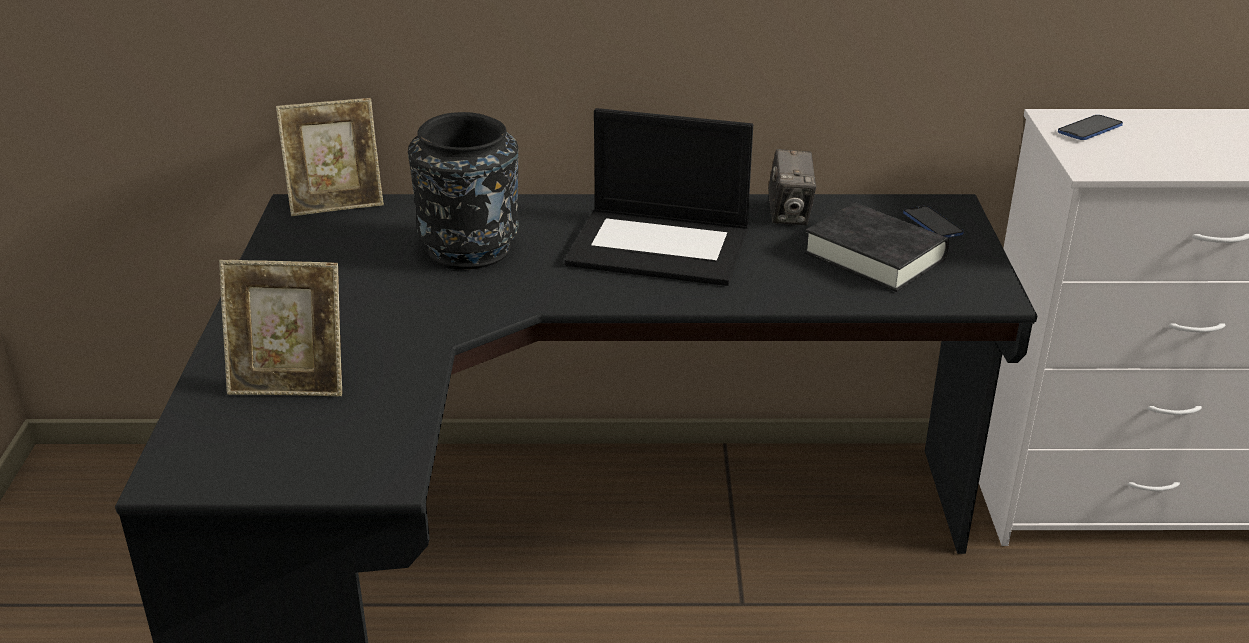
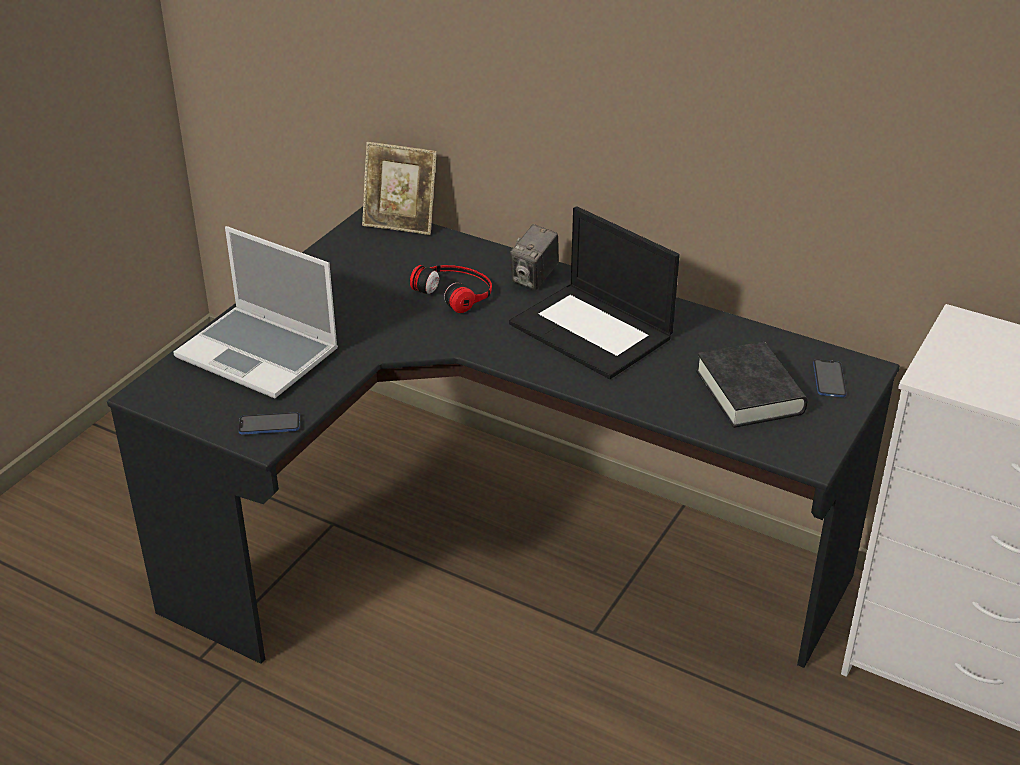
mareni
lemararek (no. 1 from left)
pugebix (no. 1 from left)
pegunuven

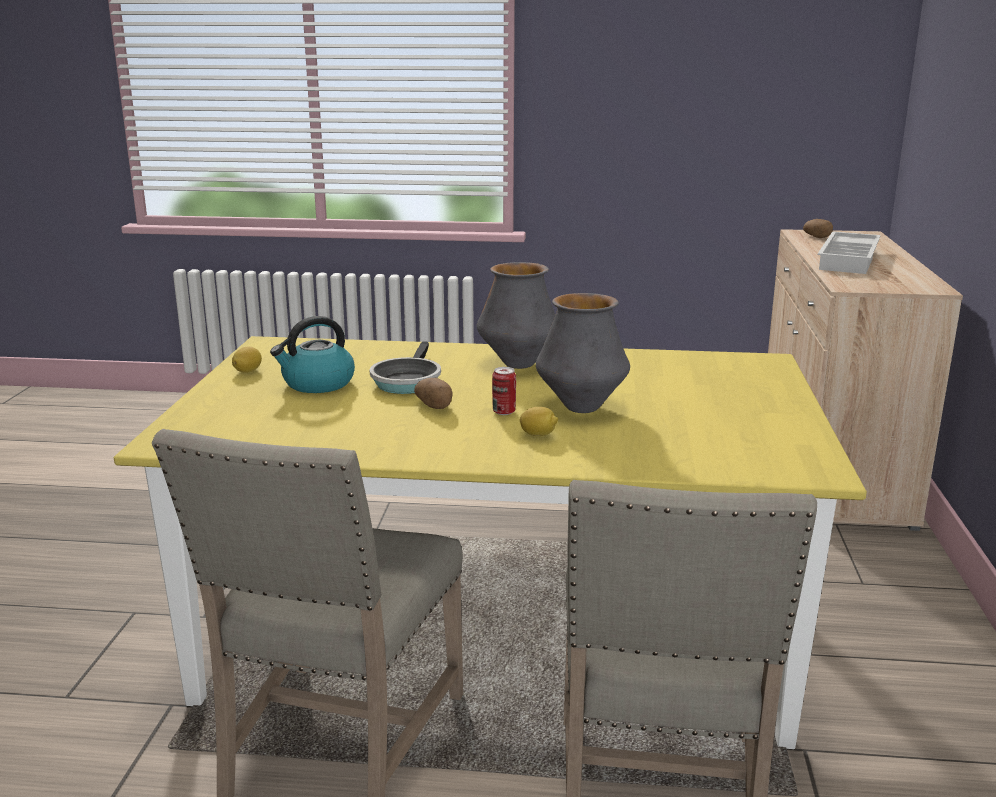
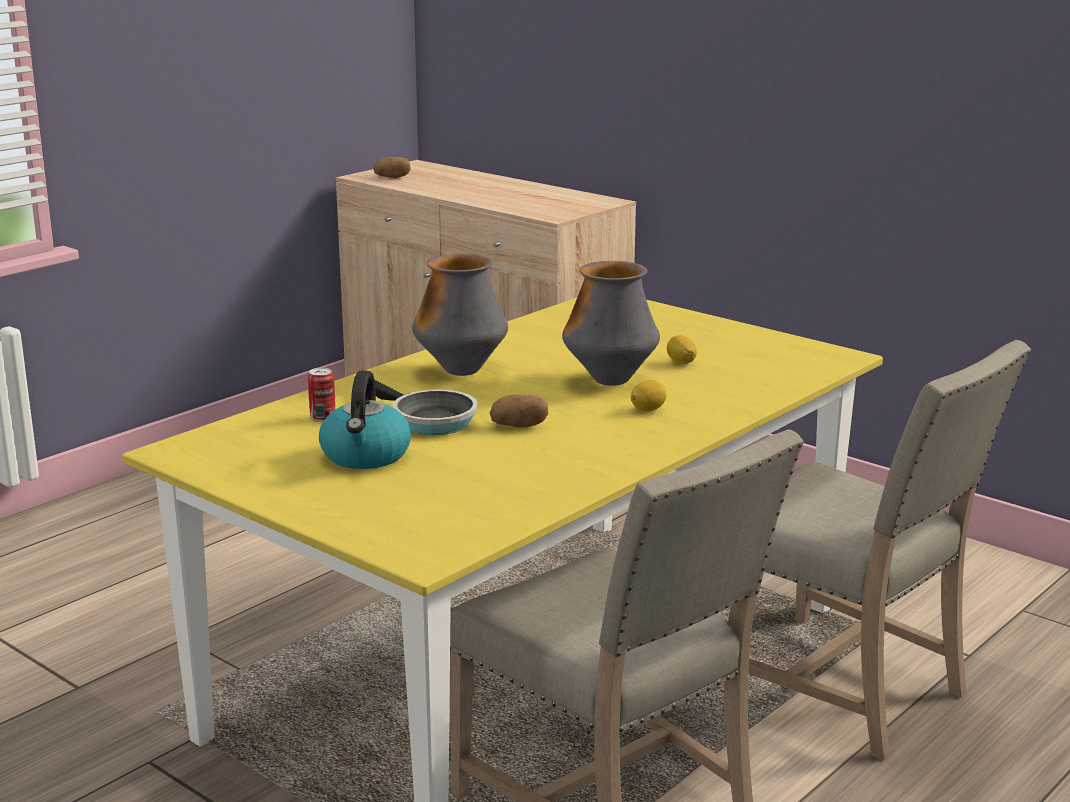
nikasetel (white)
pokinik (no. 2 from left)
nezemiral

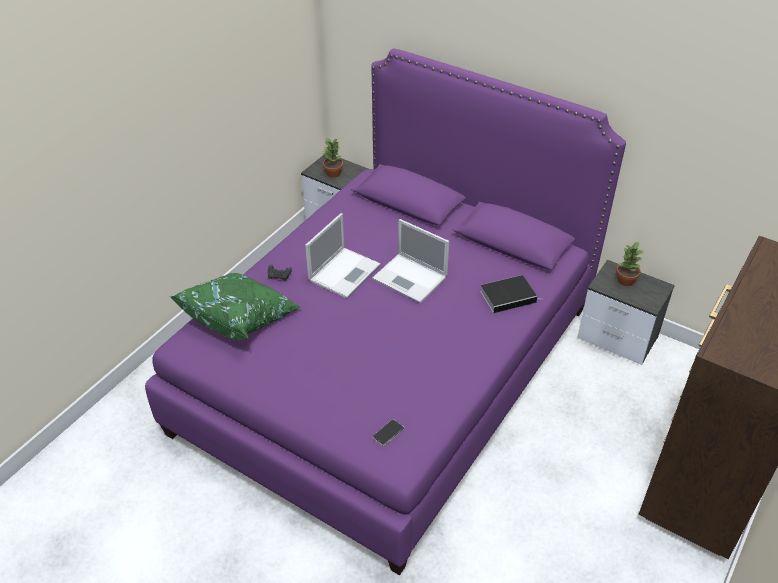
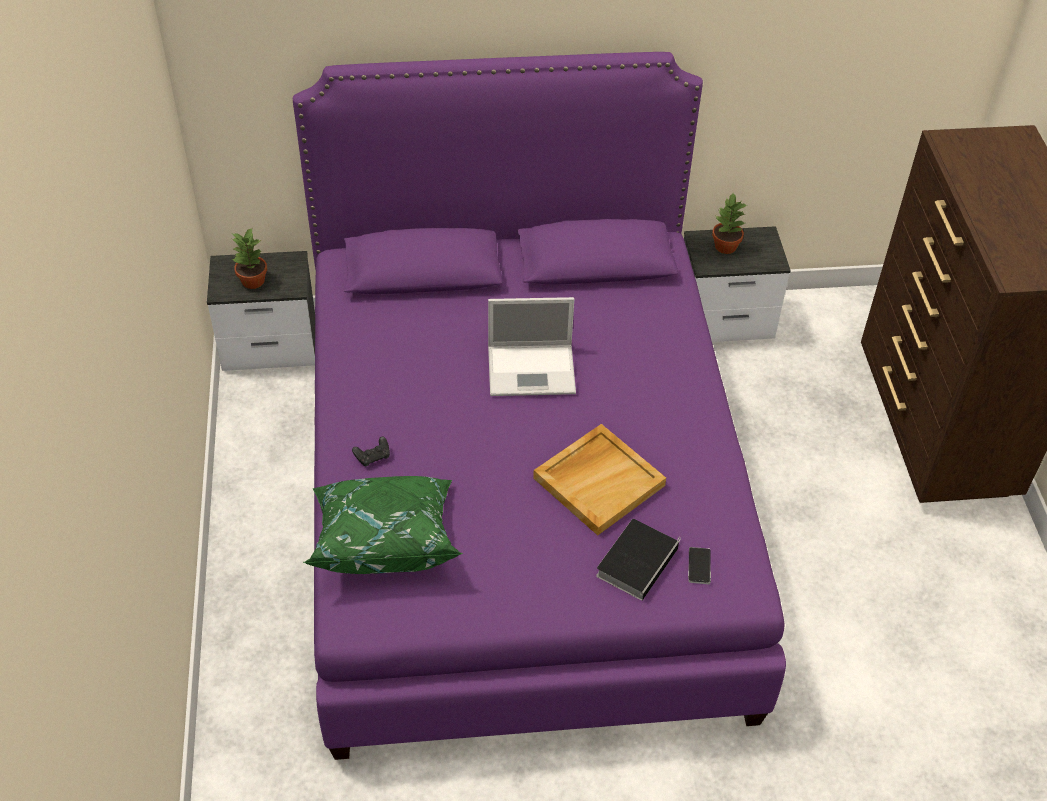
pugebix (no. 1 from left in the first image)
nikasetel (beige)
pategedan

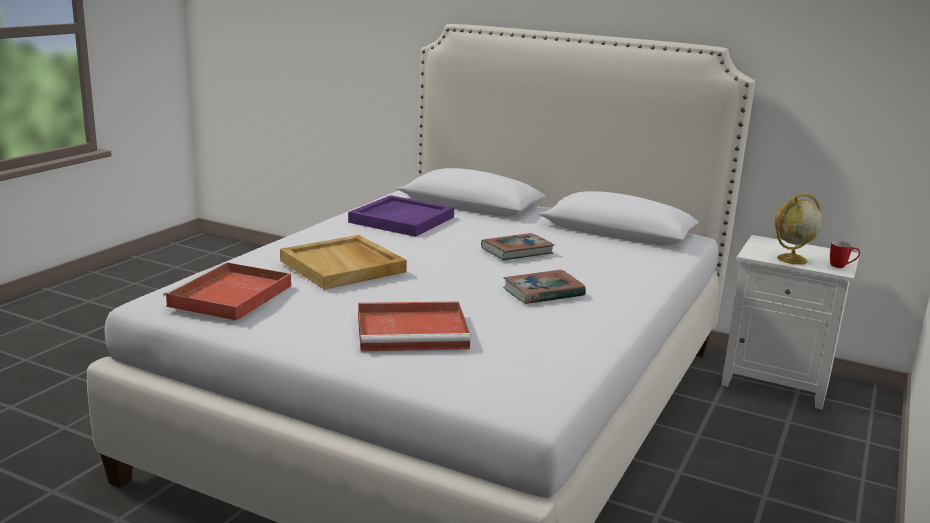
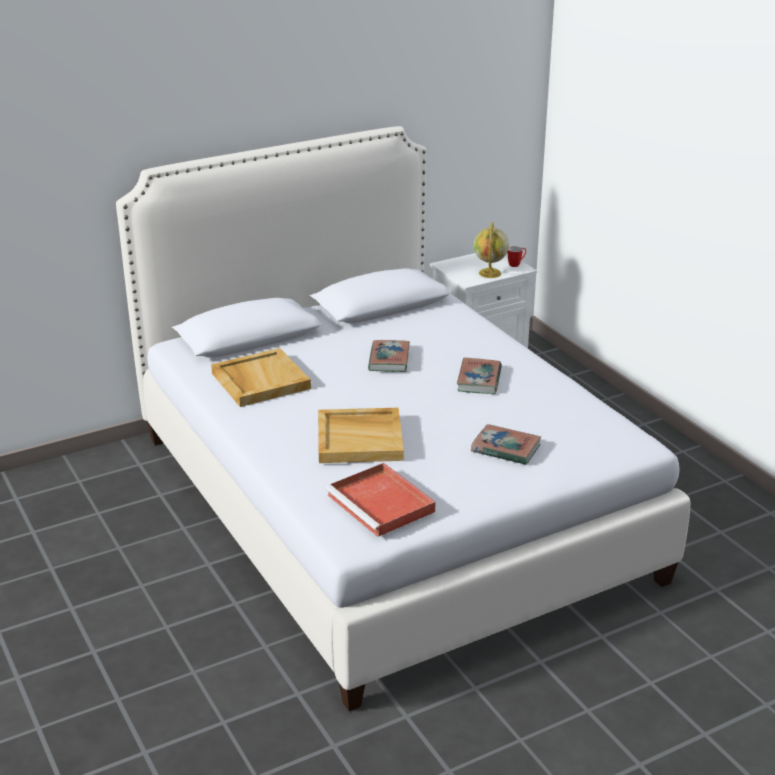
pategedan (no. 3 from left)
nikasetel (beige) (no. 1 from left)

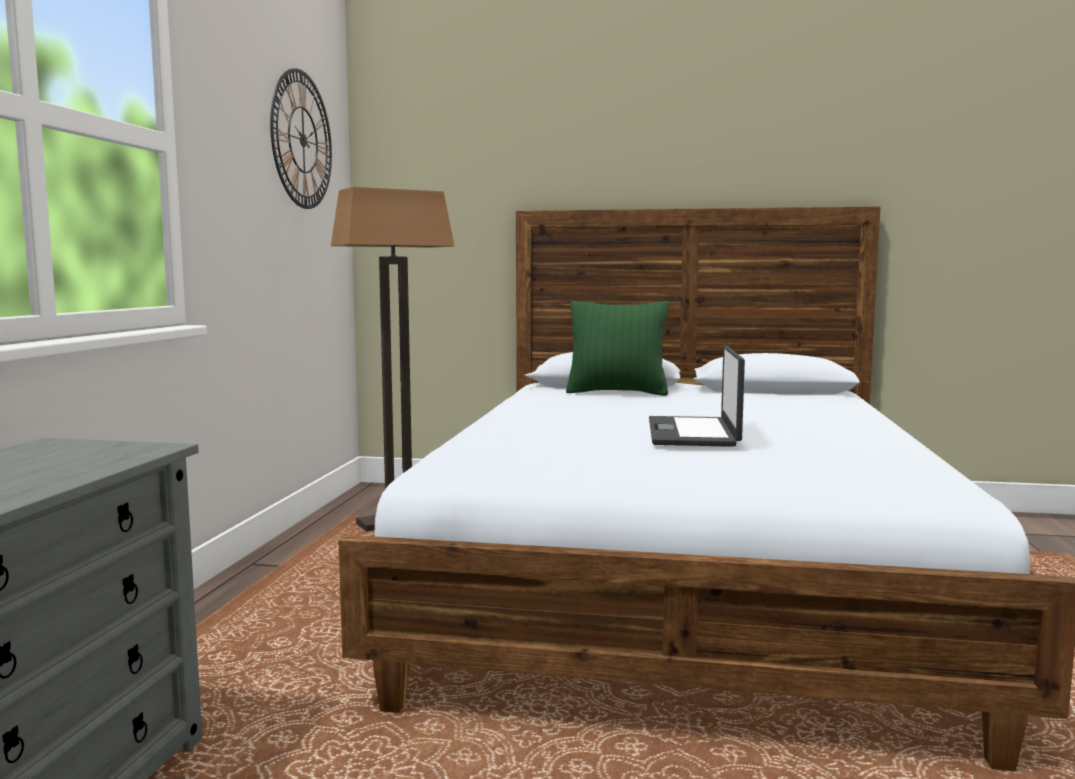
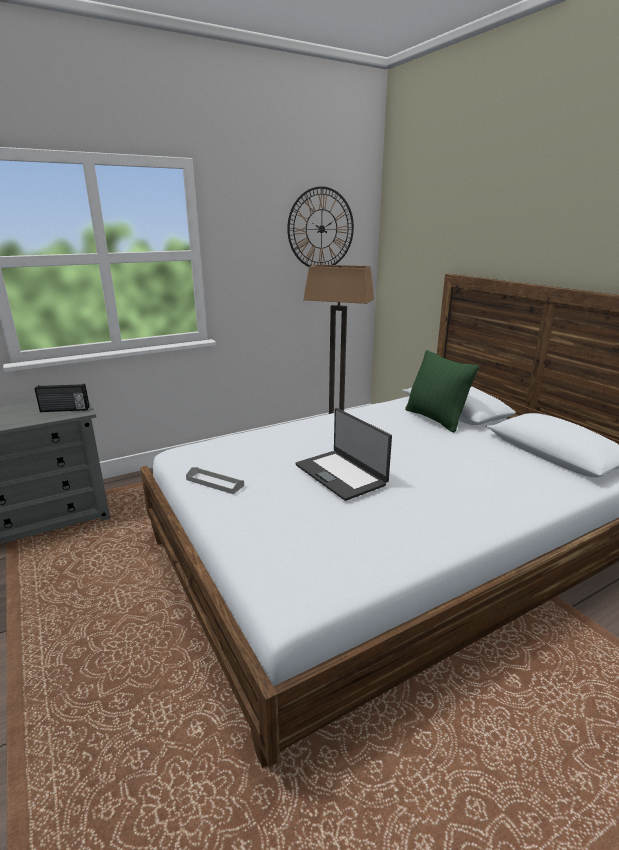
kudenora
nikasetel (grey)
pugebix

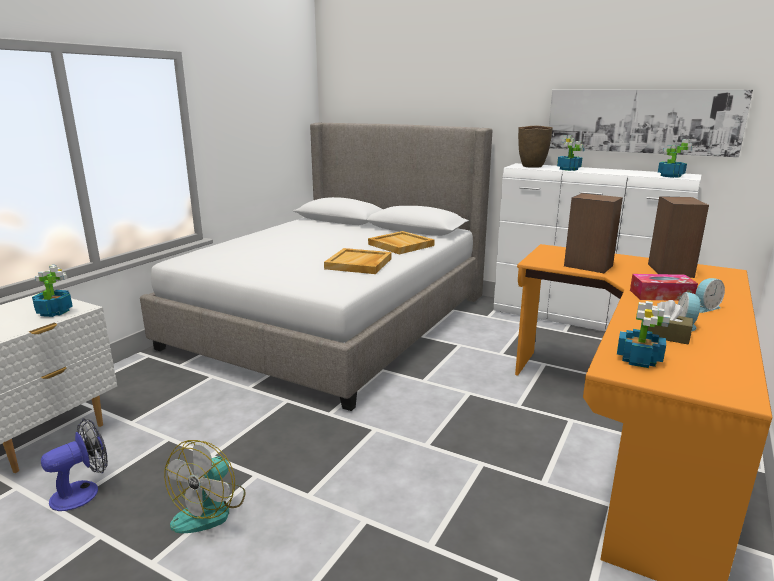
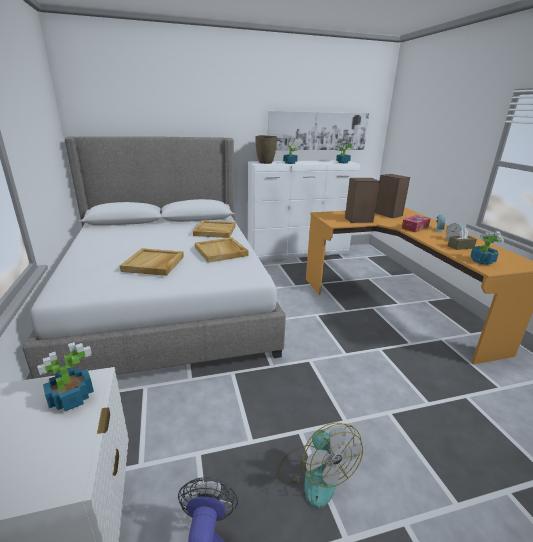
nikasetel (beige) (no. 1 from left)

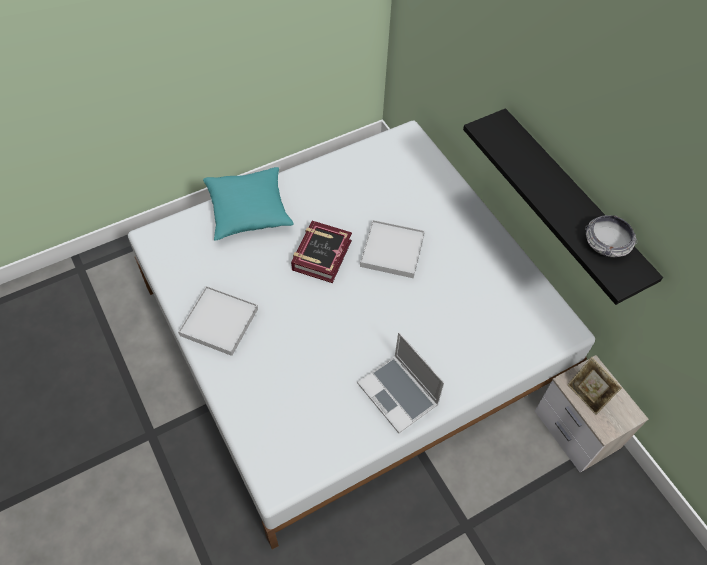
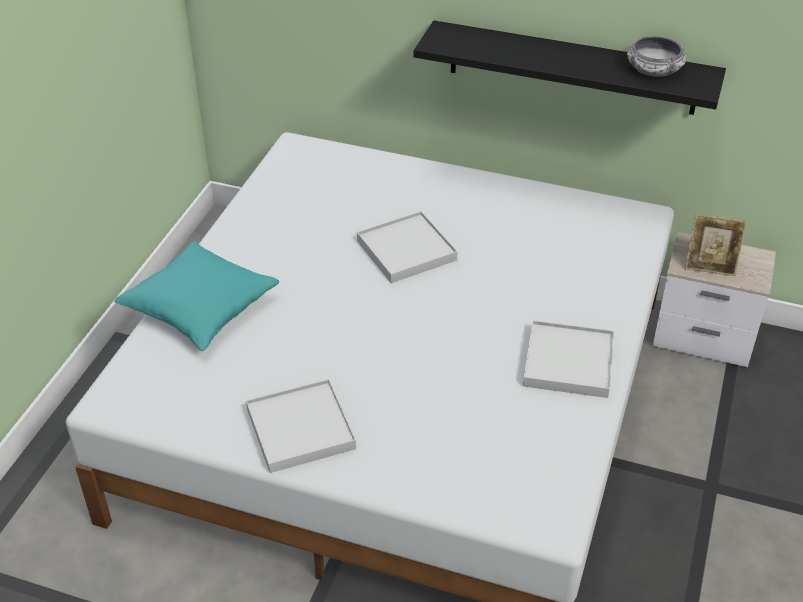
pategedan
nikasetel (white) (no. 3 from left)

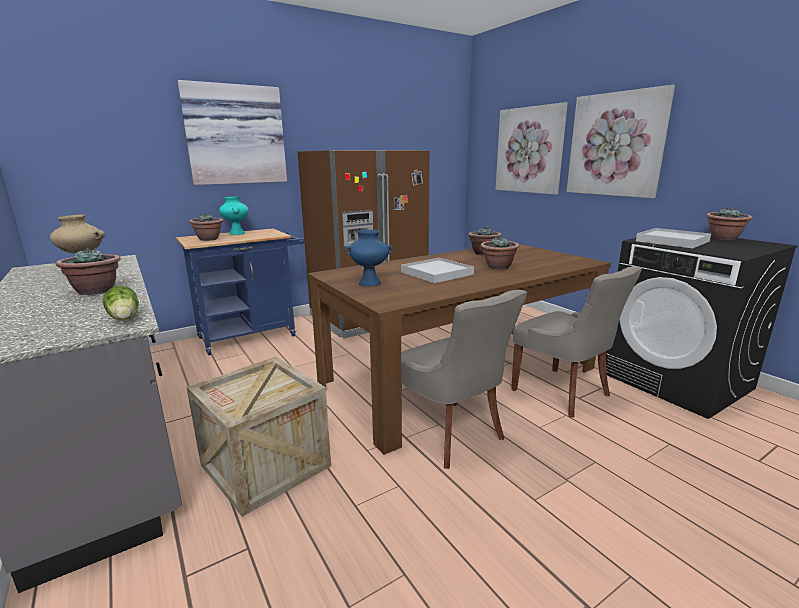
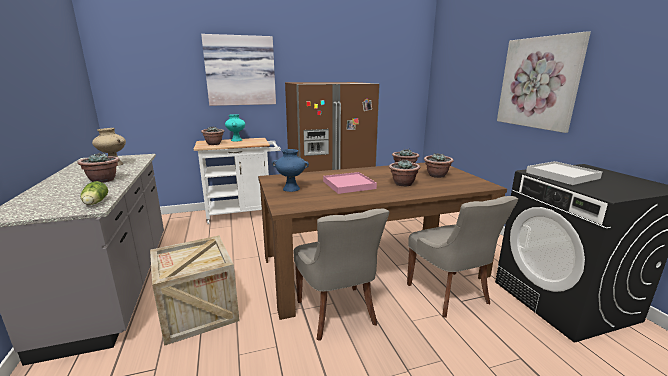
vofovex (no. 2 from left in the first image)
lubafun (no. 5 from left)
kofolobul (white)
nikasetel (pink)

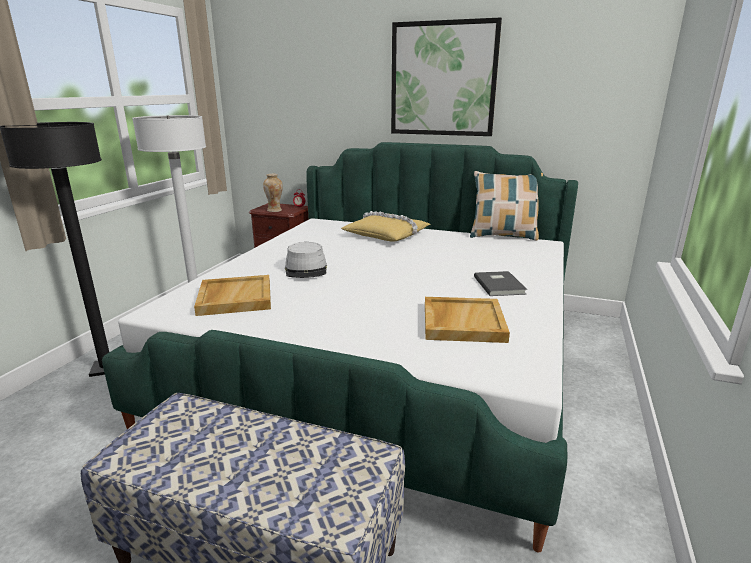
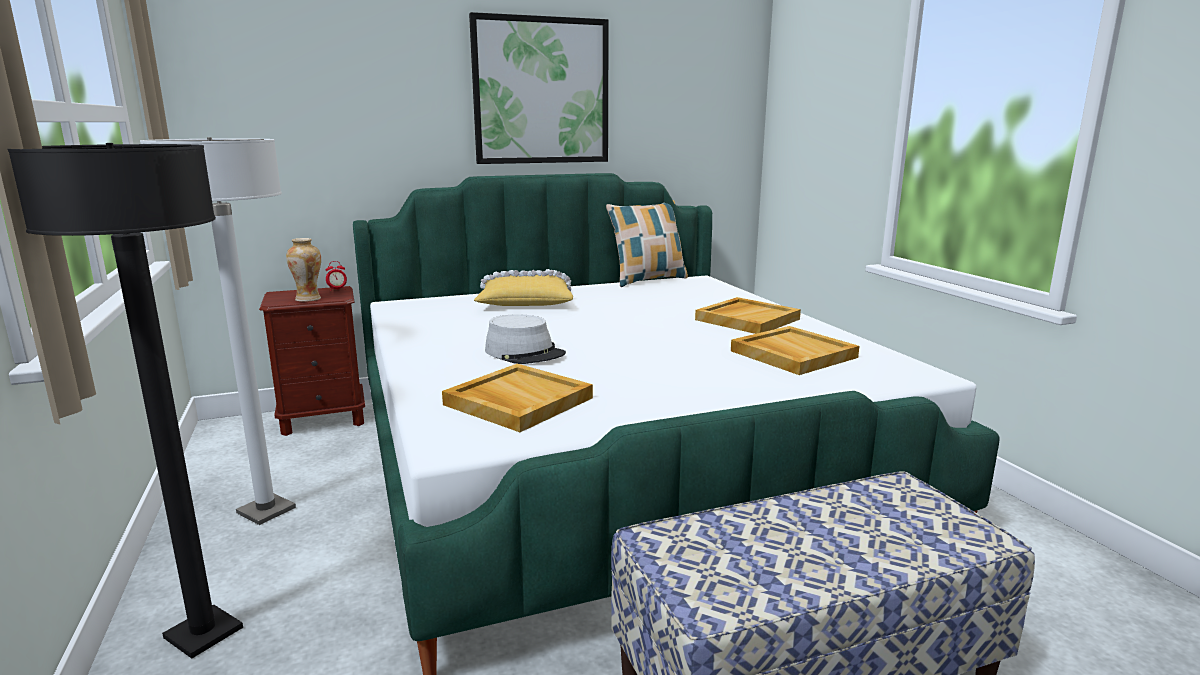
nikasetel (beige) (no. 2 from left)

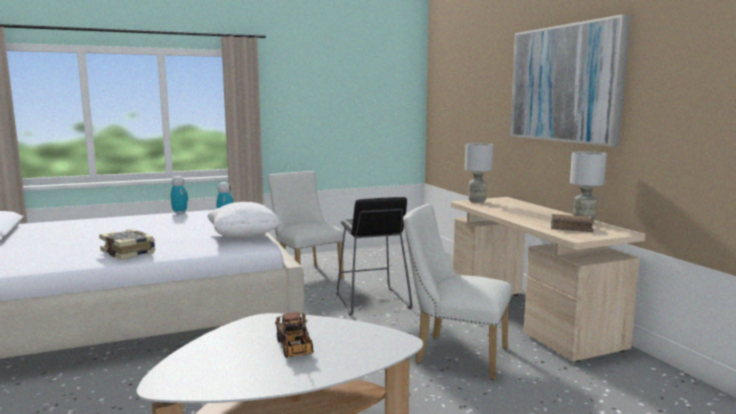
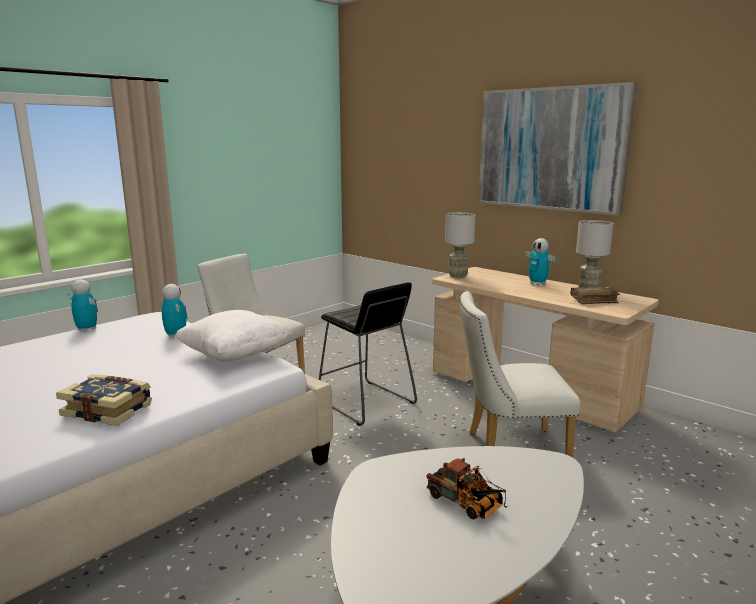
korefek (no. 3 from left)

